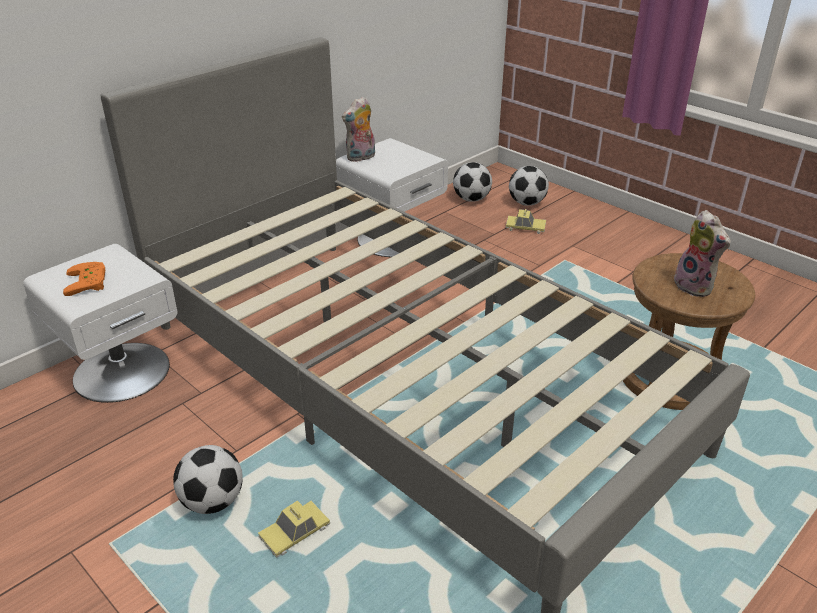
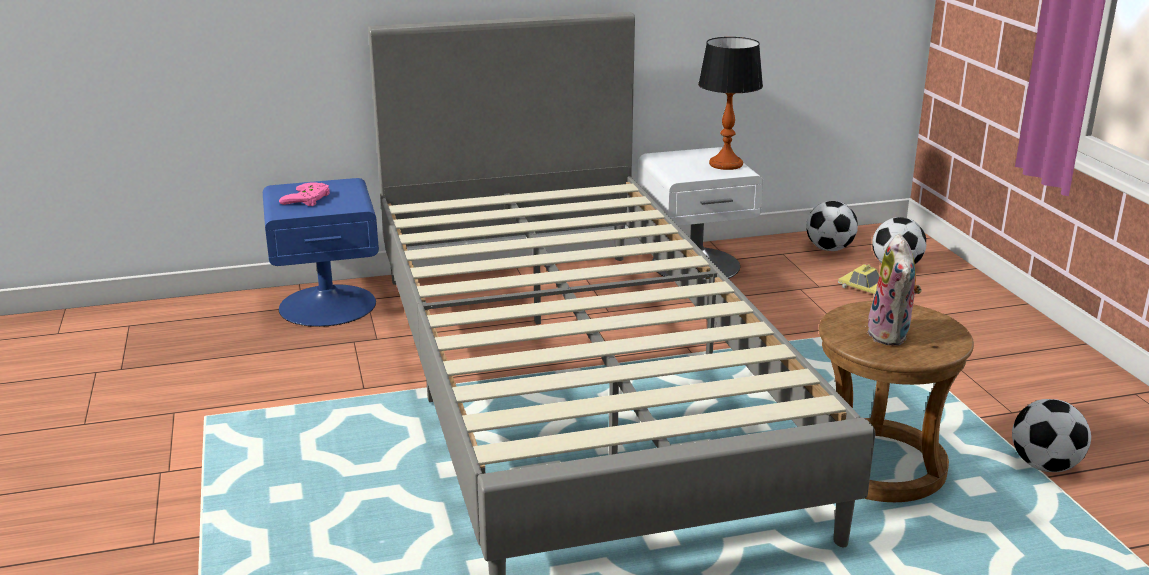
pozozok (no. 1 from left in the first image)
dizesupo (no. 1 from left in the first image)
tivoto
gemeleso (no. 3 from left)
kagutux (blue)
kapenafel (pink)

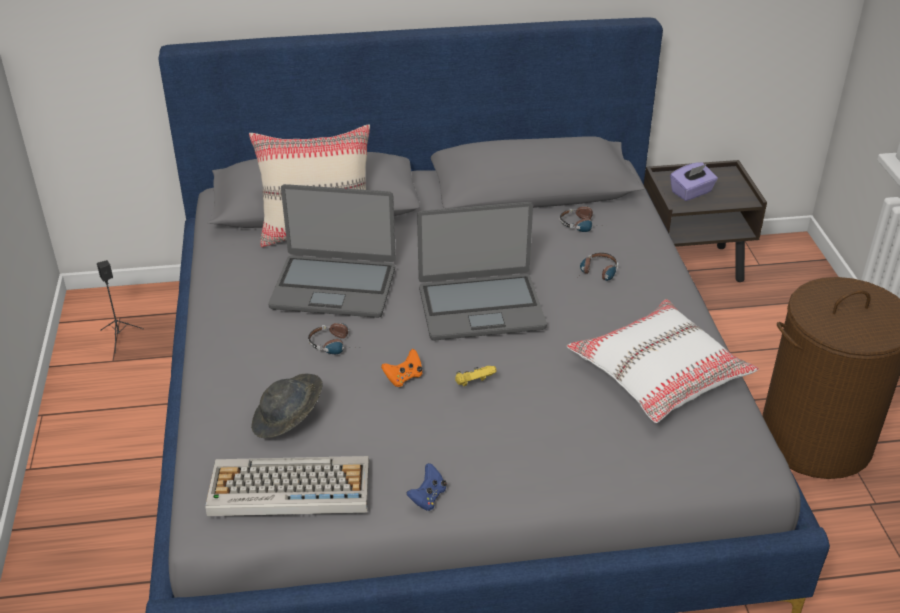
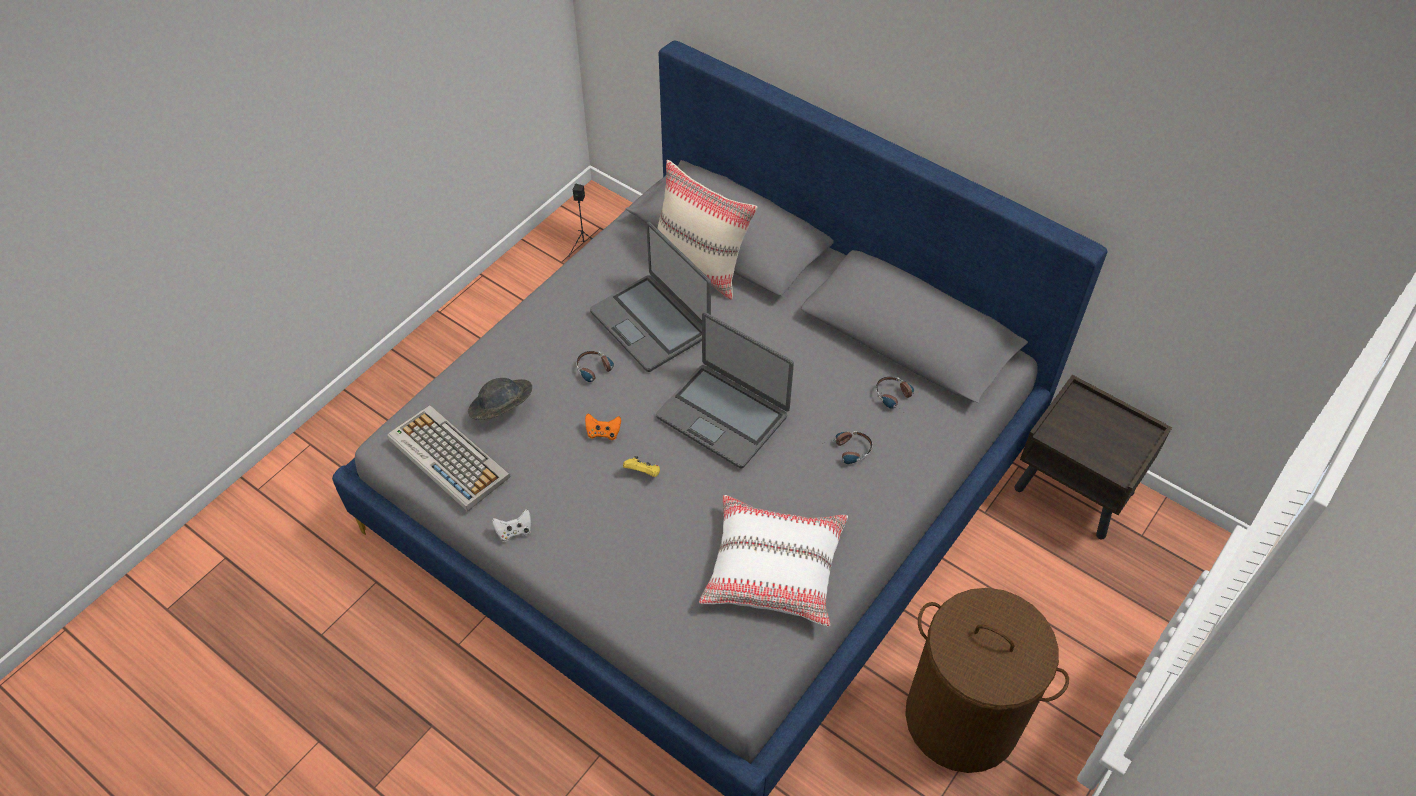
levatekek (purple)
kapenafel (white)

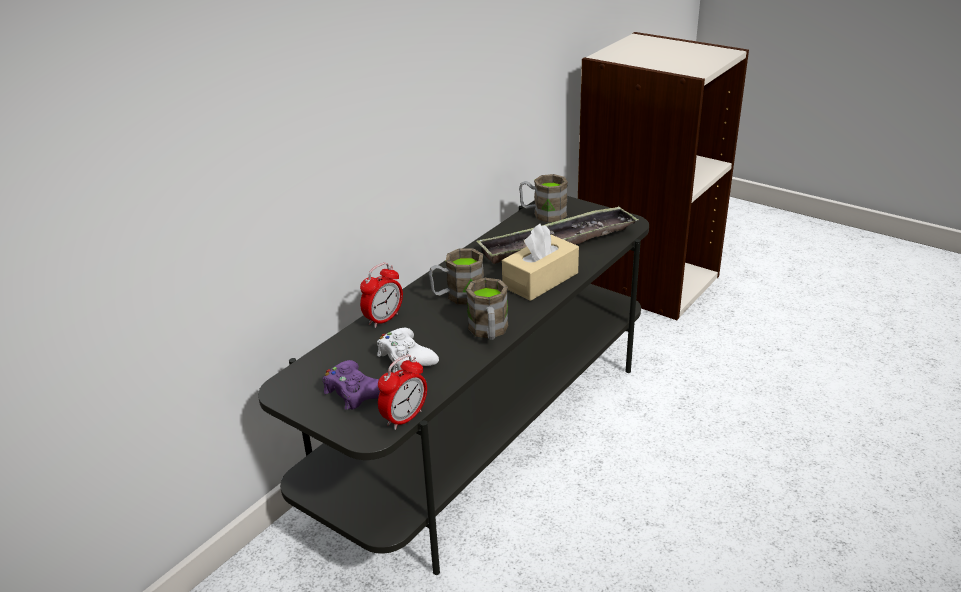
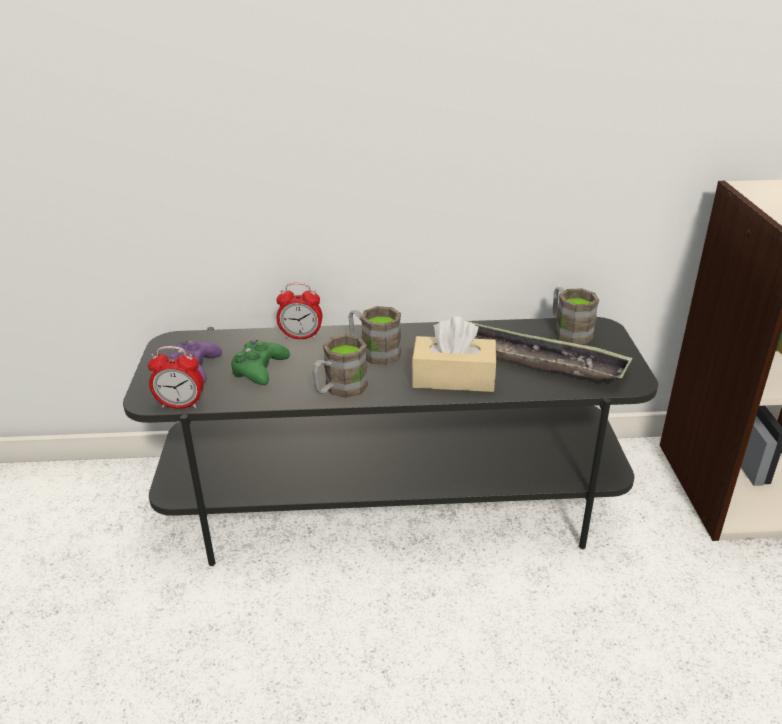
kapenafel (green)

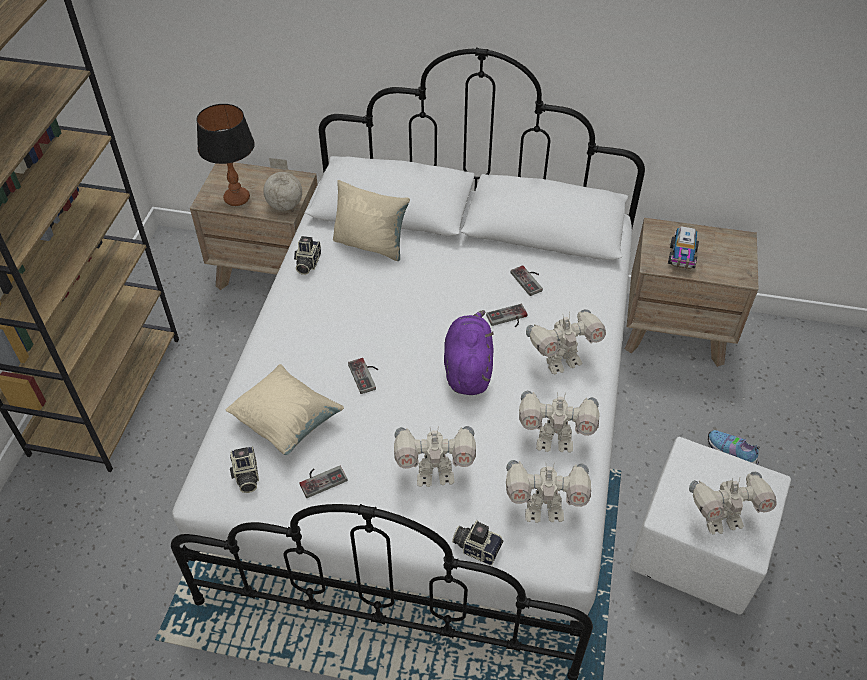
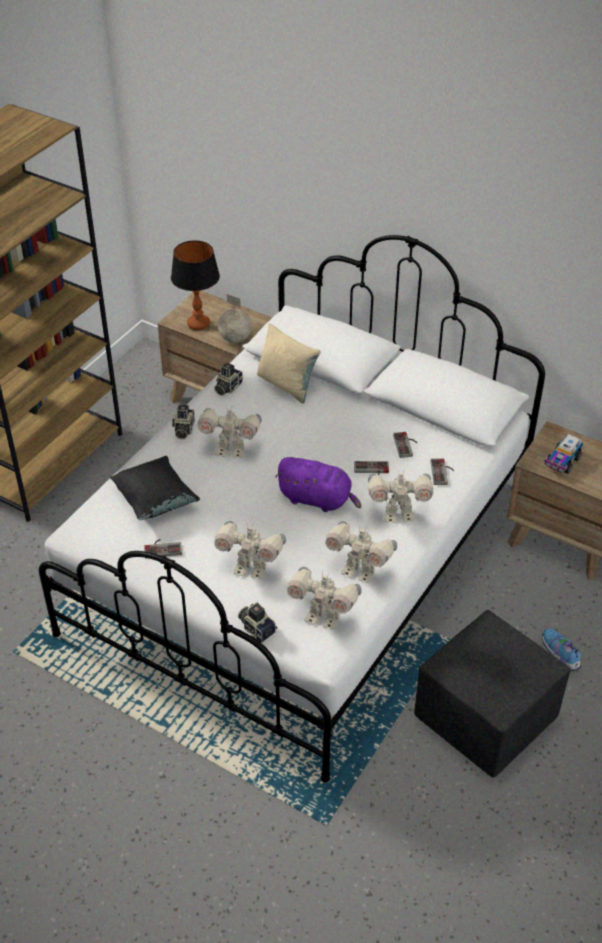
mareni (no. 1 from left)
kapenafel (no. 4 from left)
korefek (no. 1 from left)
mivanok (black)
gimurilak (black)
dizesupo (purple)

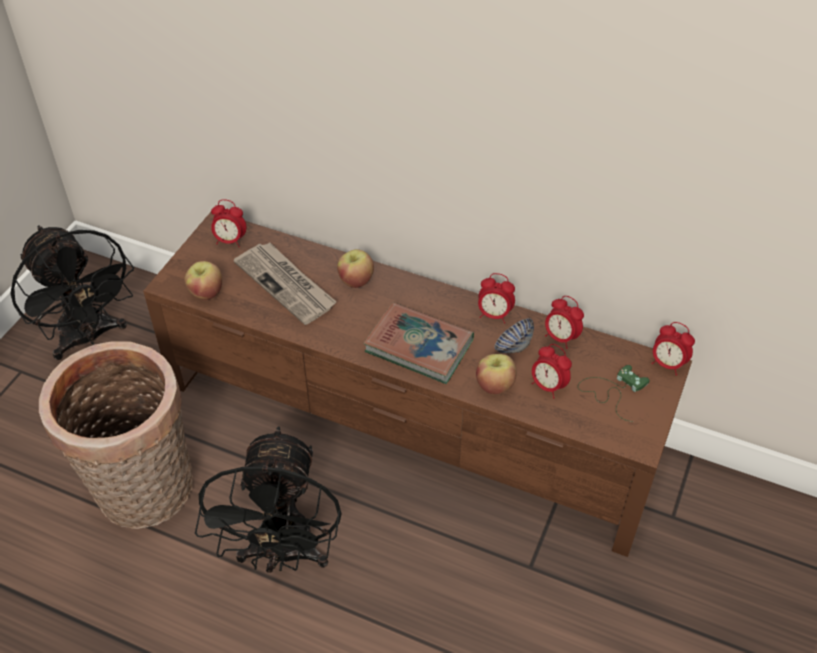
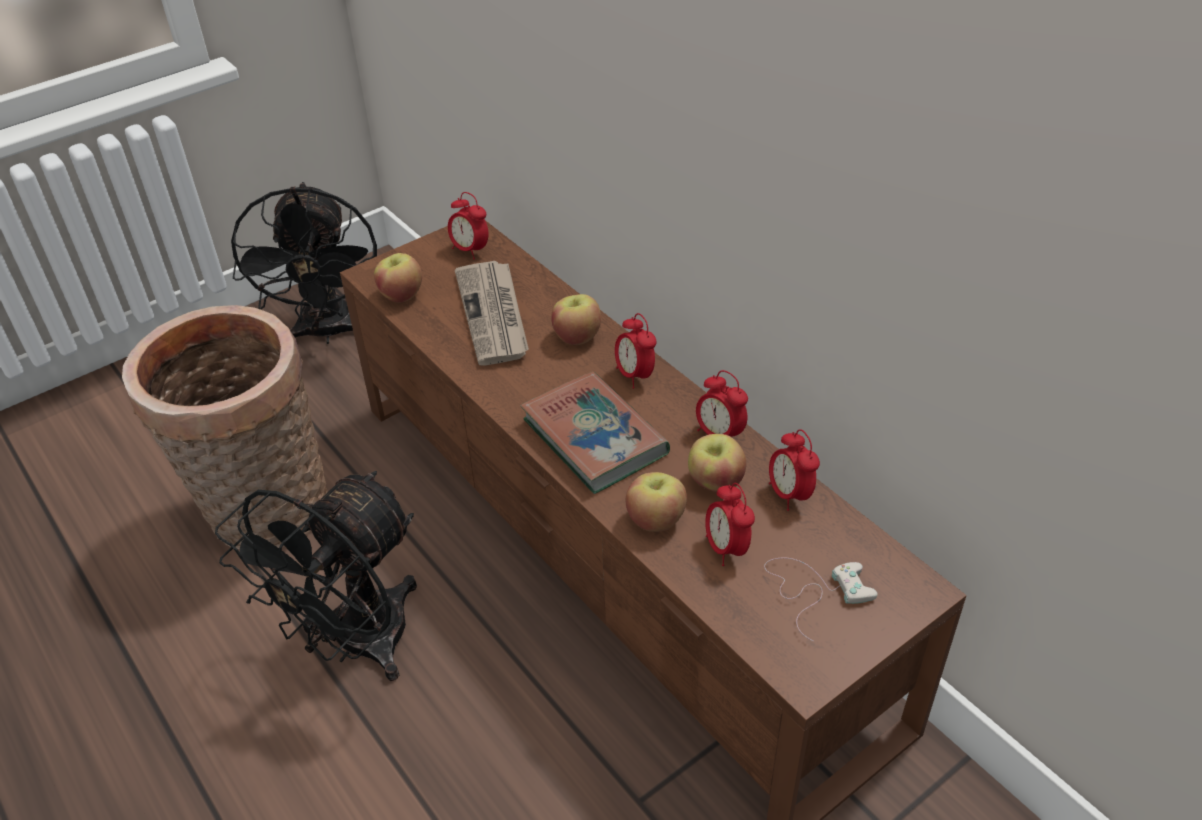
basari (no. 2 from left)
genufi (no. 4 from left)
kapenafel (white)

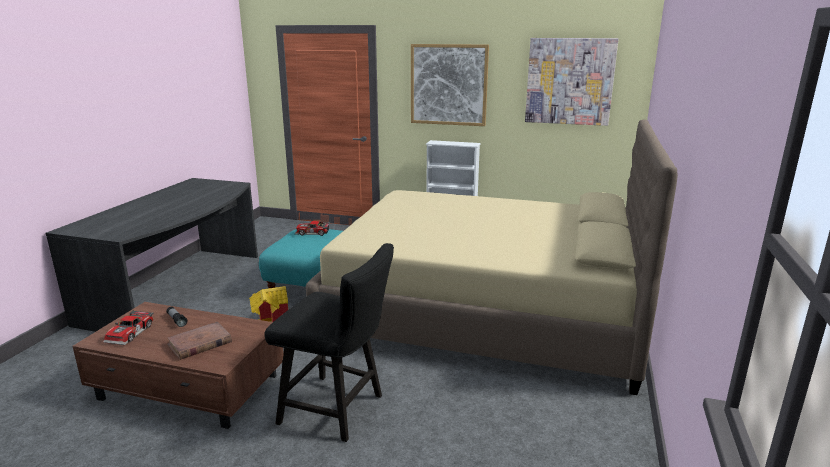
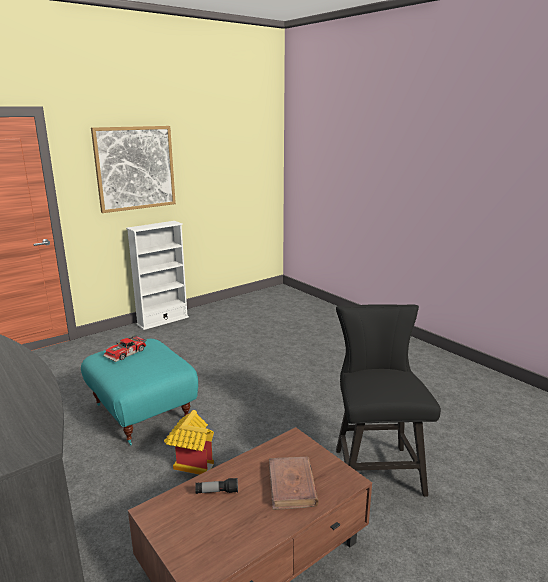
pozozok (no. 1 from left in the first image)
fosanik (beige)
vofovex (no. 2 from left in the first image)
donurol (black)

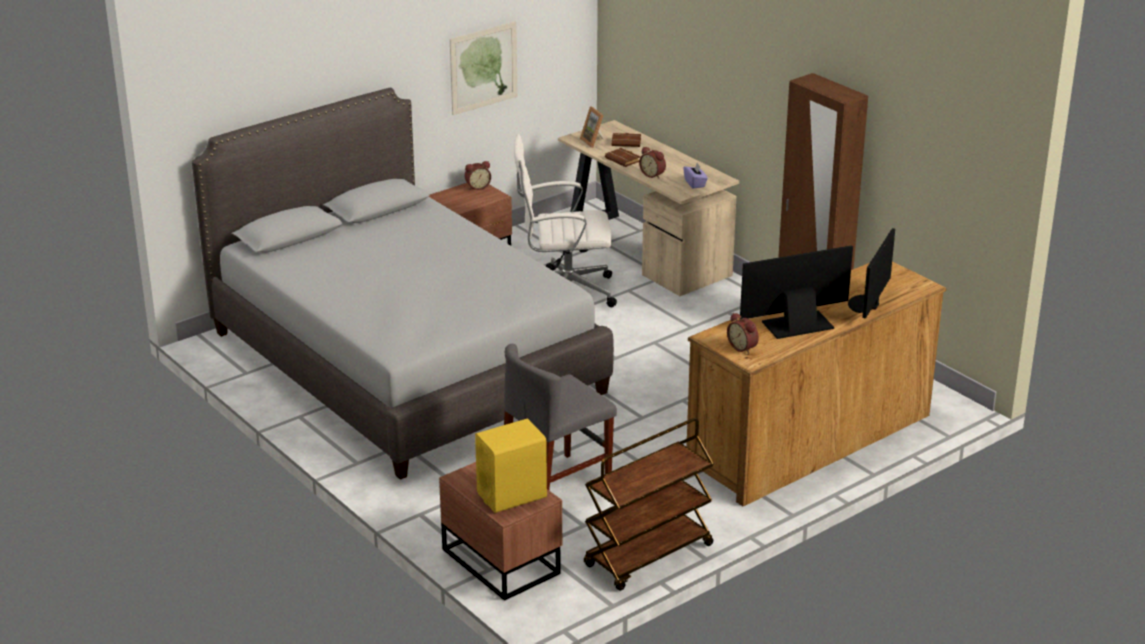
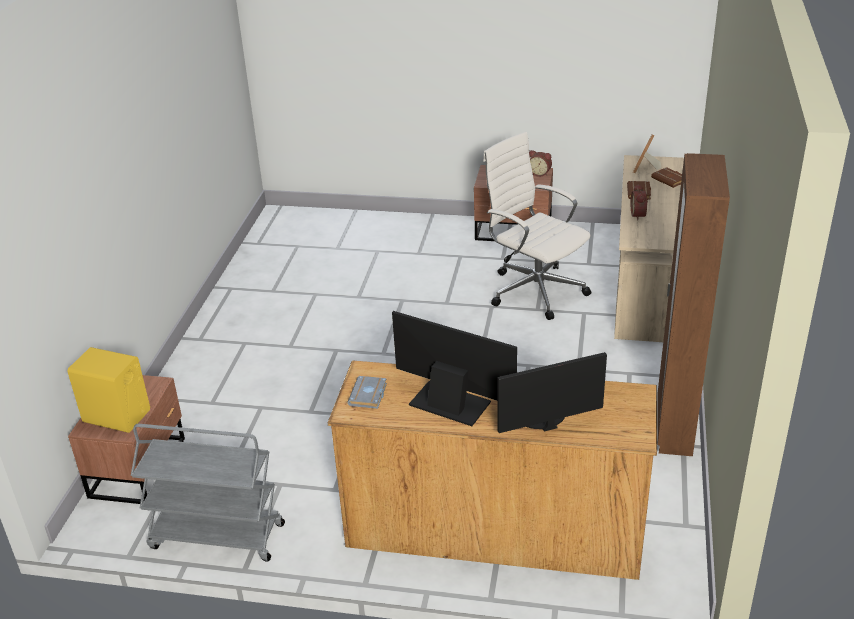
fosanik (grey)
vofovex
donurol (grey)
levatekek (purple)
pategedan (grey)
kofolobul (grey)

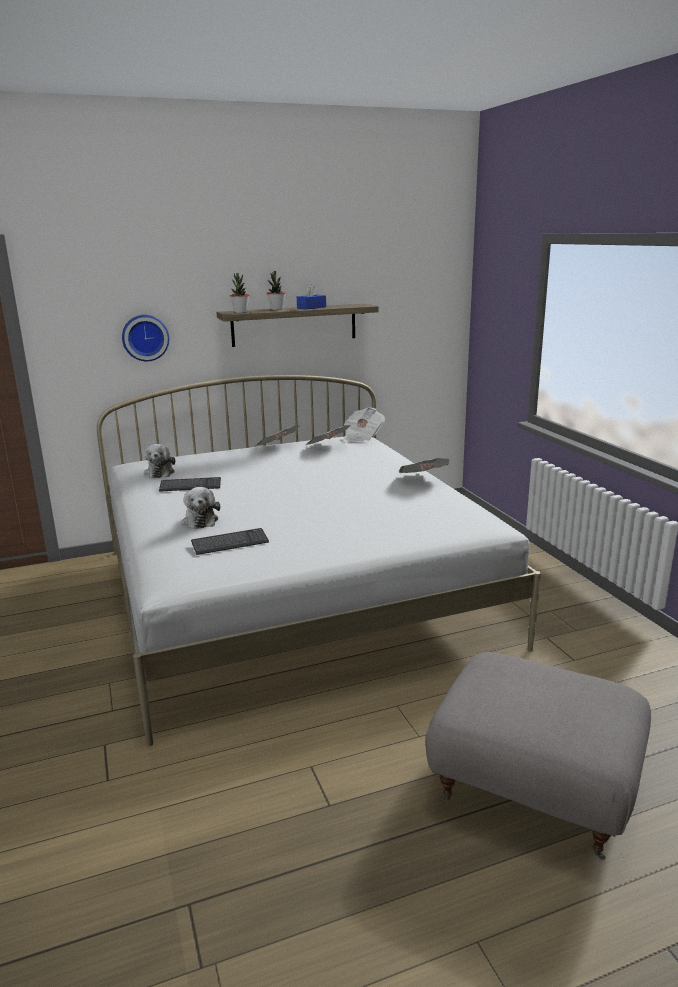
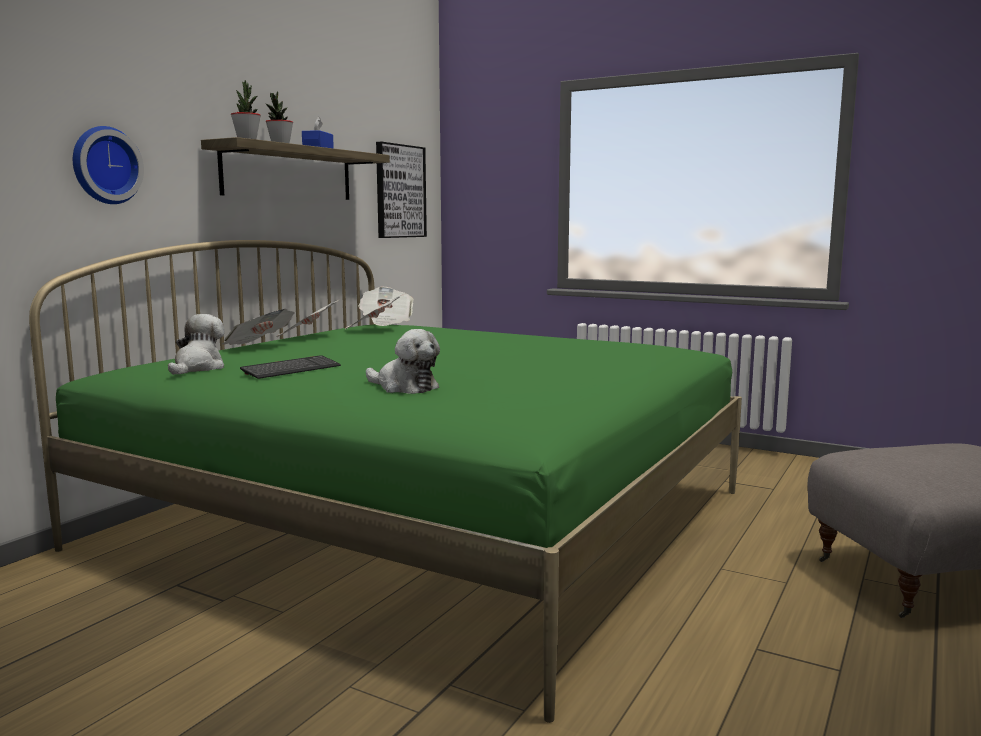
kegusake (no. 2 from left in the first image)
vofovex
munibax (no. 1 from left)
fosanik (green)
dizesupo (no. 1 from left)

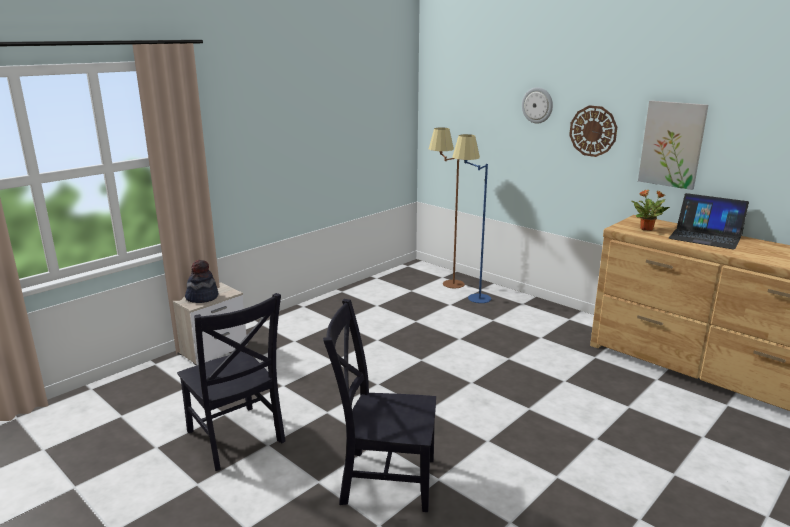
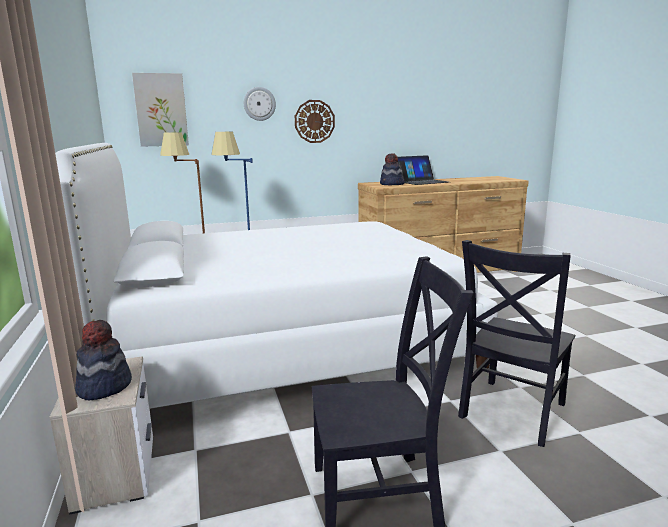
fosanik (white)
vofovex
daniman (no. 2 from left)

